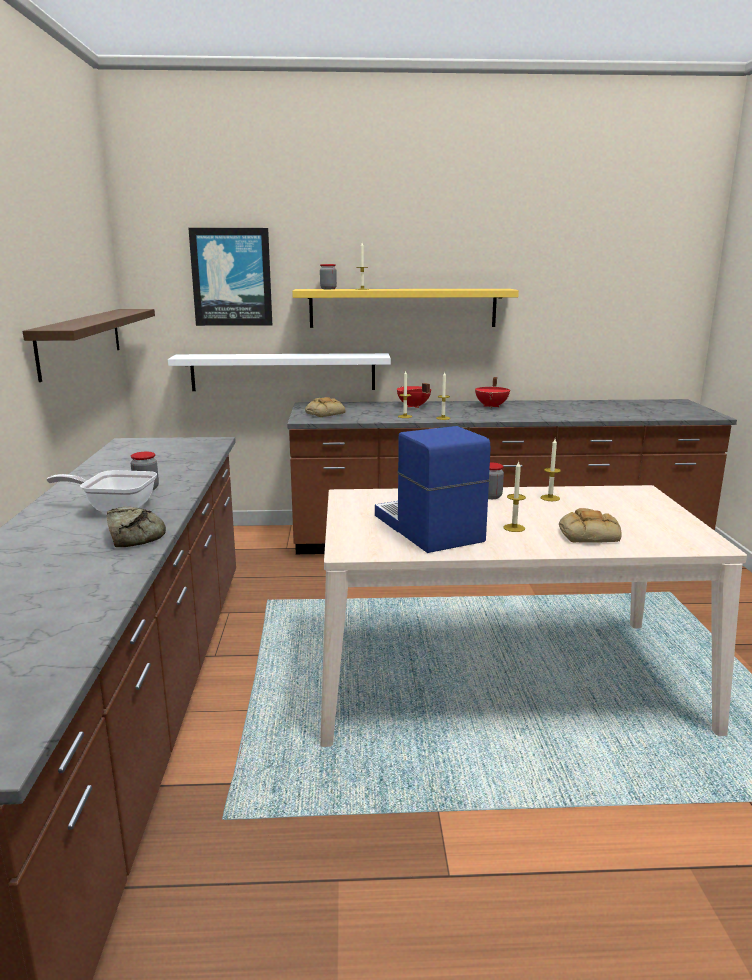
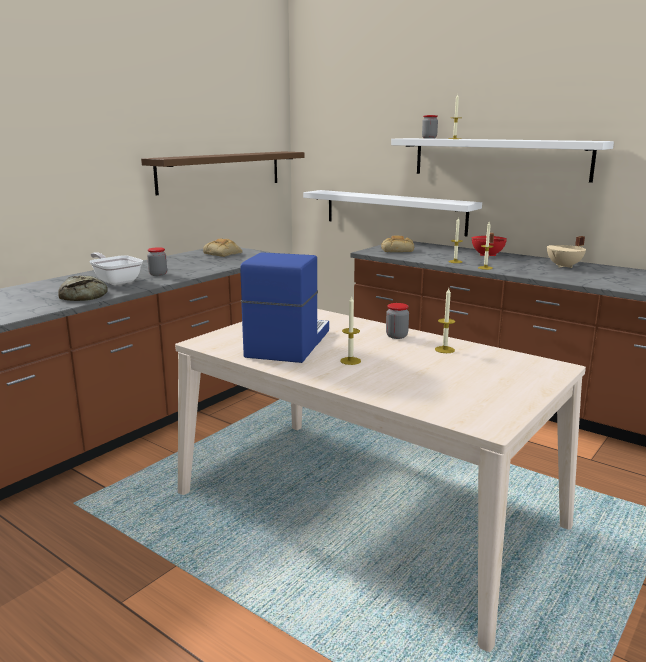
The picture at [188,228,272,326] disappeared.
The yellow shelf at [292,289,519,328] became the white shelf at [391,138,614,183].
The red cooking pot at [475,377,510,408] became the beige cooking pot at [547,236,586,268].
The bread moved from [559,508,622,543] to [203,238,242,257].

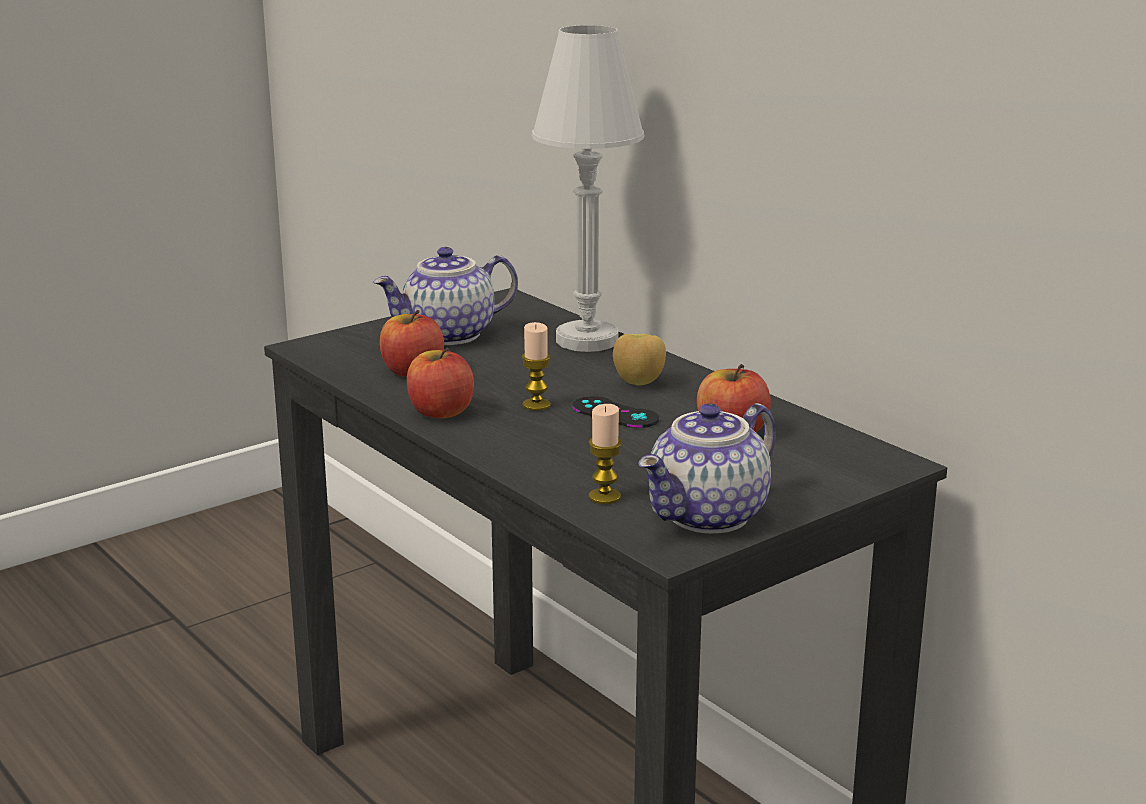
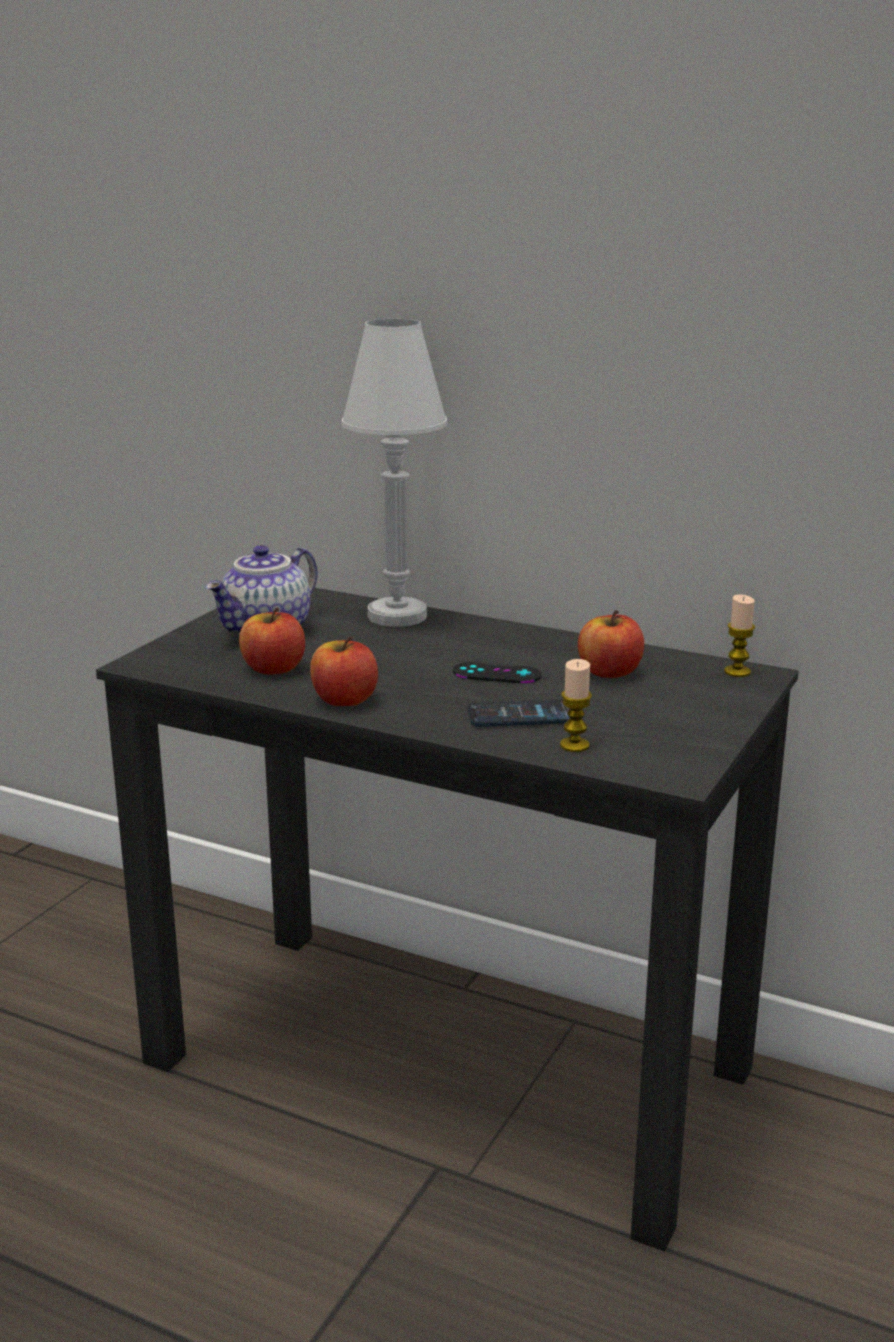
The candle moved from [521,322,551,411] to [724,595,755,677].
The apple at [613,334,666,386] disappeared.
The teapot at [638,403,776,534] disappeared.
The phone at [468,700,570,727] appeared.

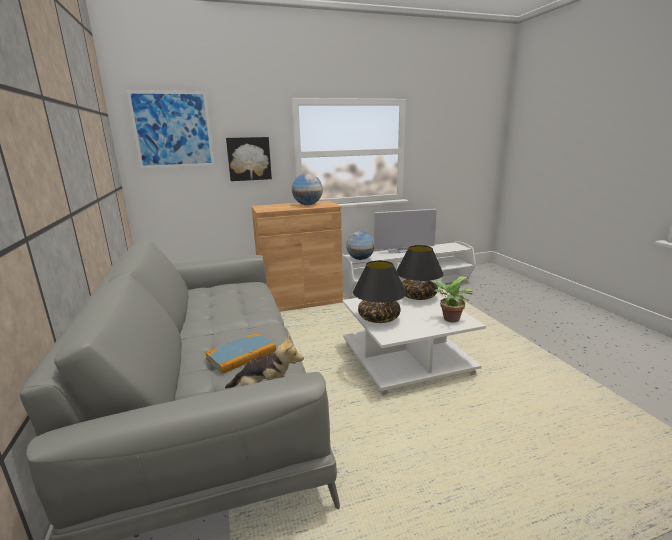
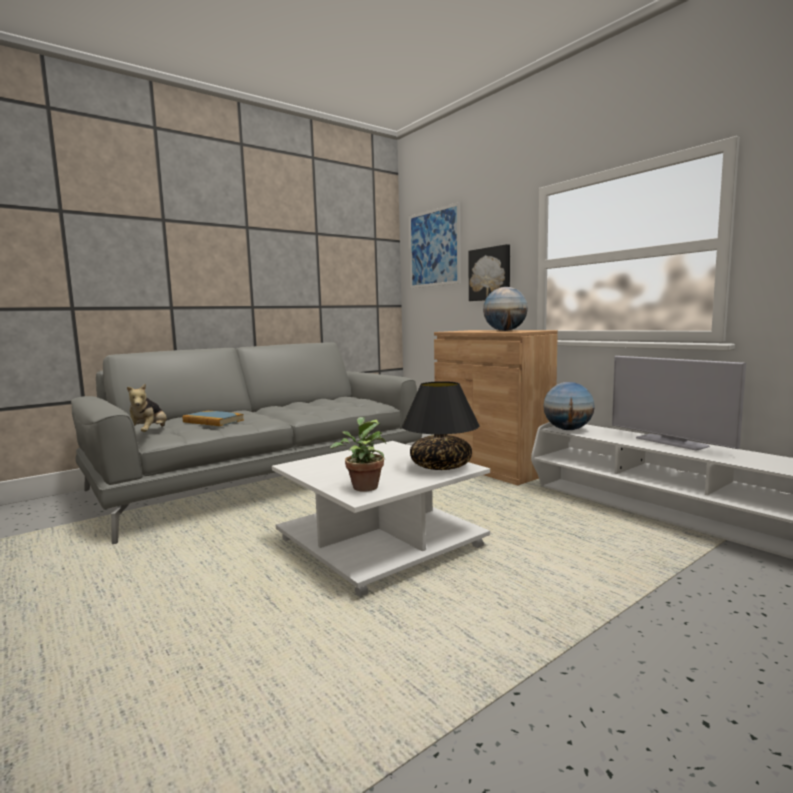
The black table lamp at [353,261,406,323] disappeared.

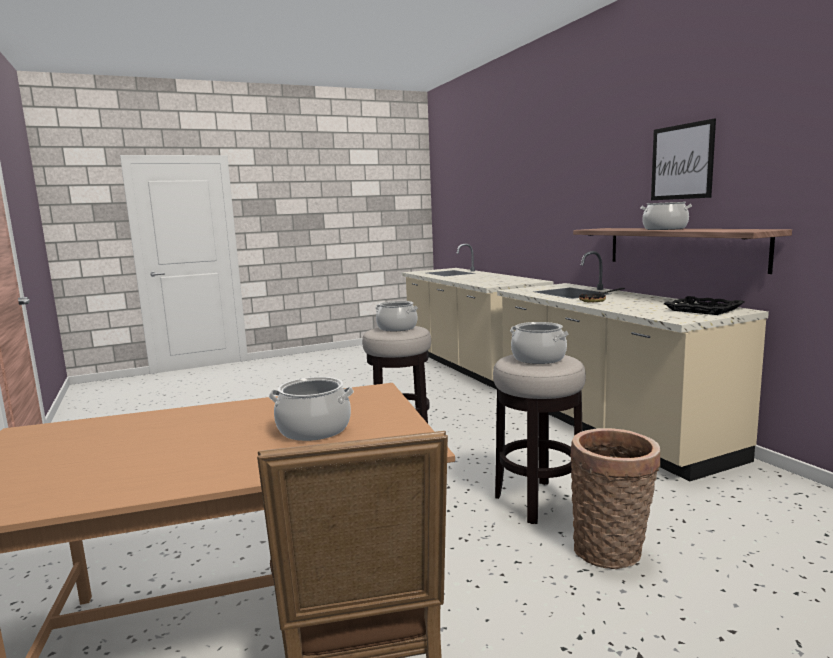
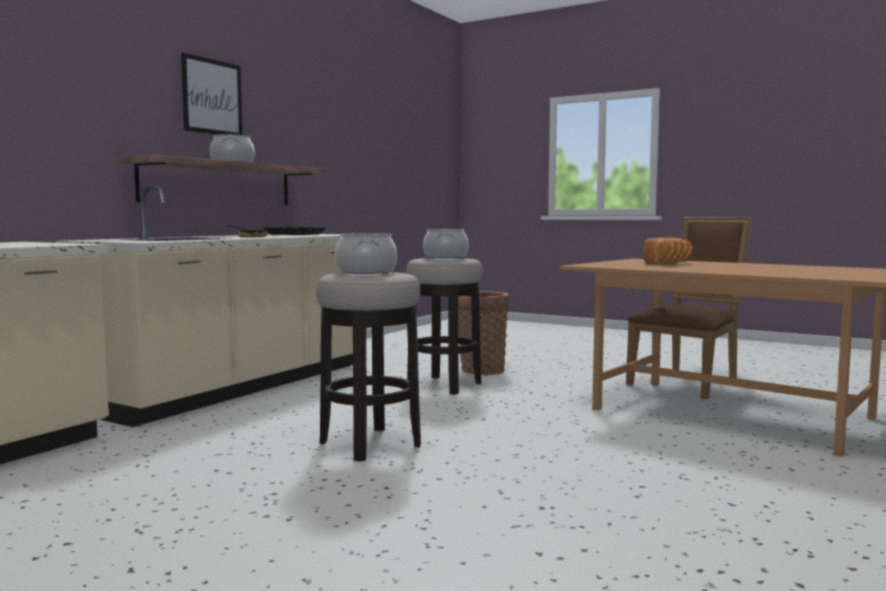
The cooking pot at [269,377,354,441] was replaced by the bread at [643,238,693,264].

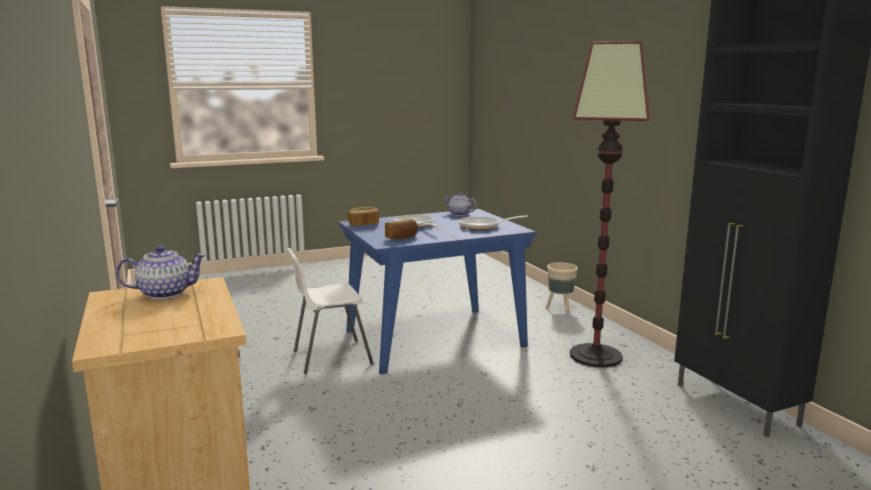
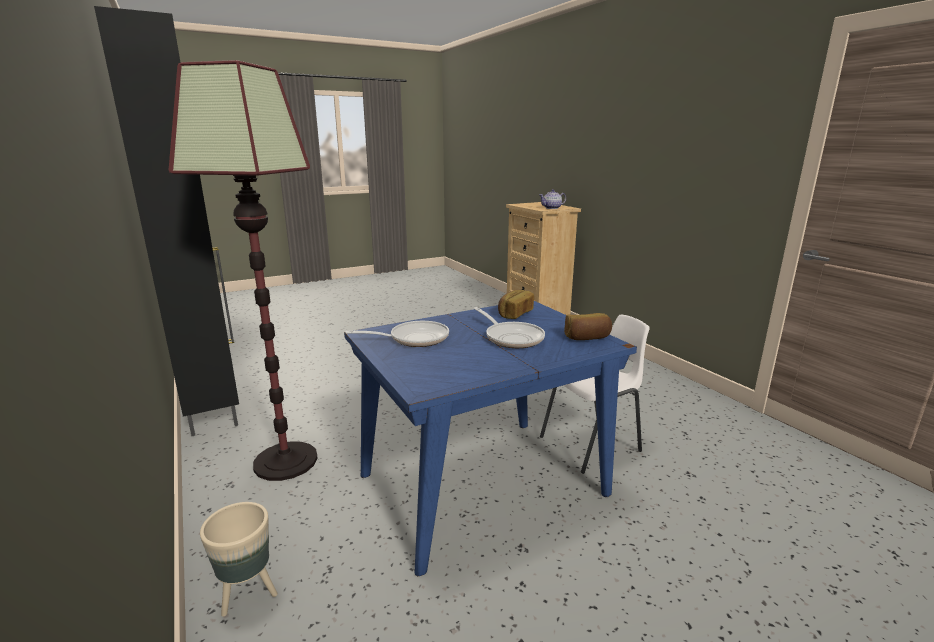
The teapot at [444,193,477,216] disappeared.

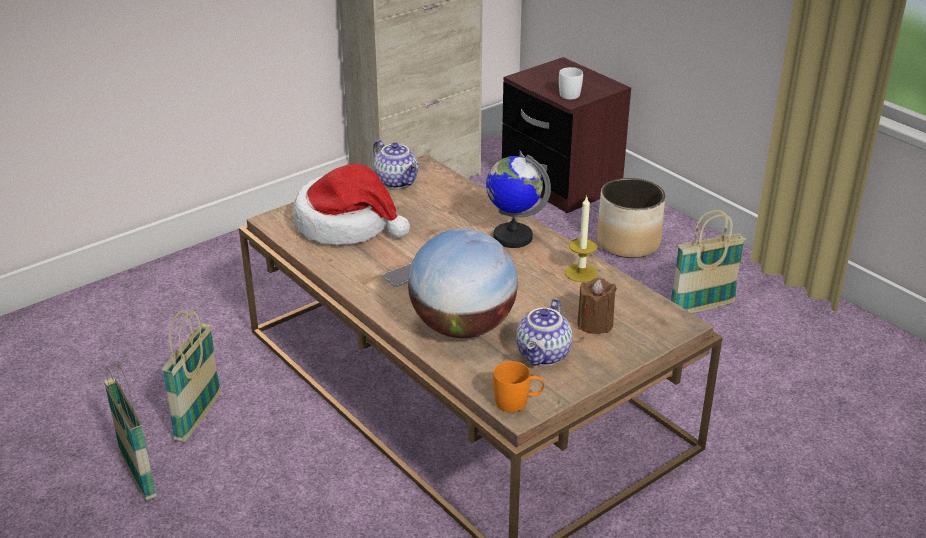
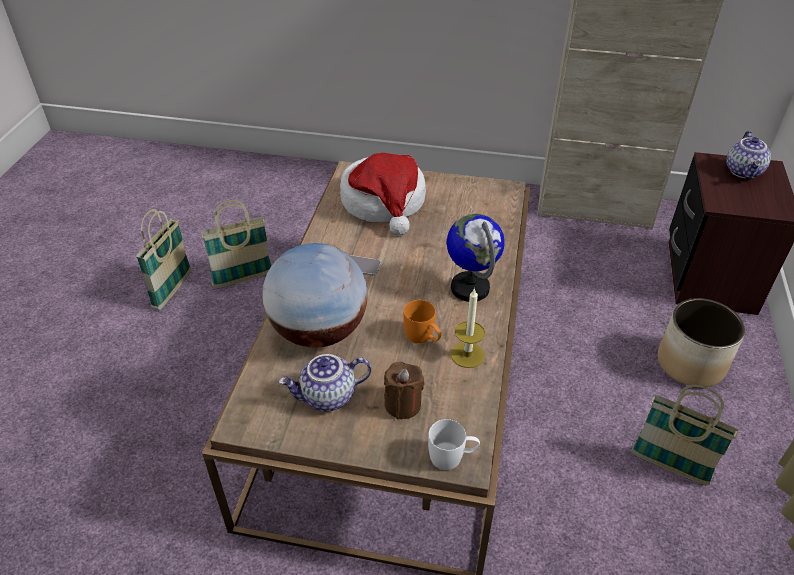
The white mug moved from [559,67,583,100] to [428,419,480,470].
The teapot moved from [373,140,419,189] to [726,131,771,179].
The orange mug moved from [493,361,545,412] to [403,300,441,343].

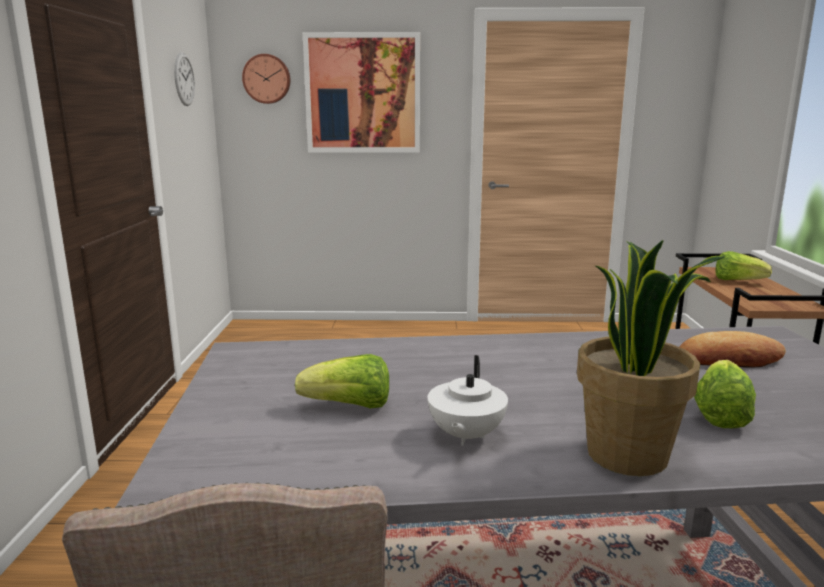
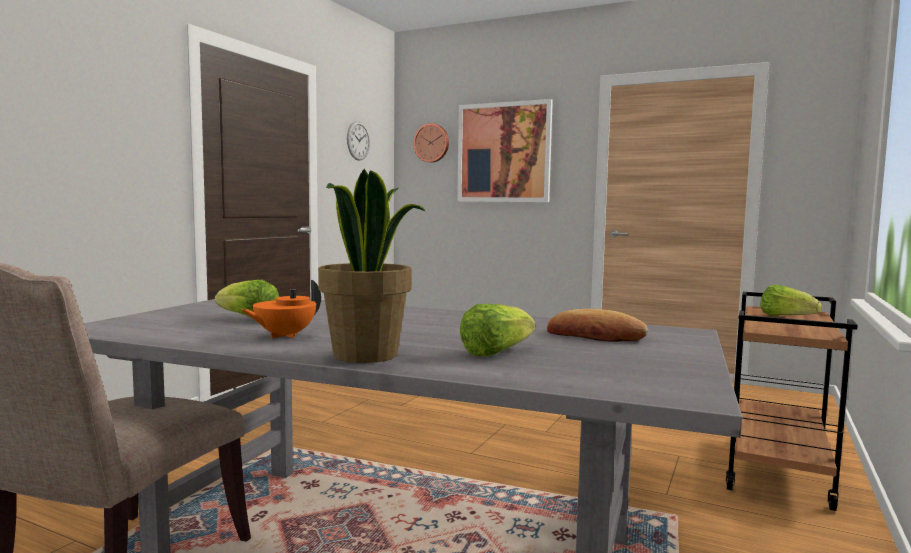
The white teapot at [427,355,508,446] became the orange teapot at [241,280,321,338].

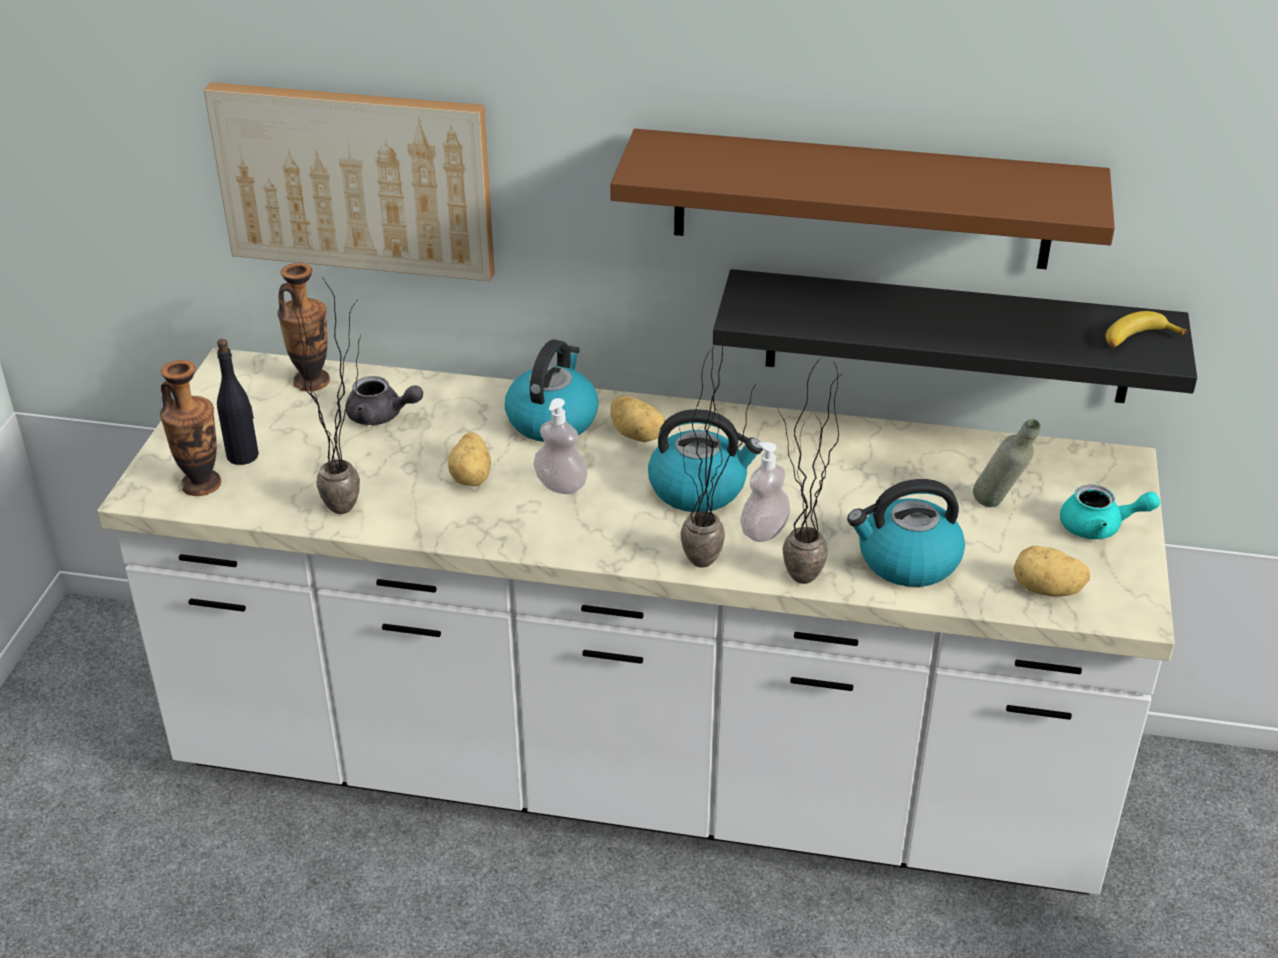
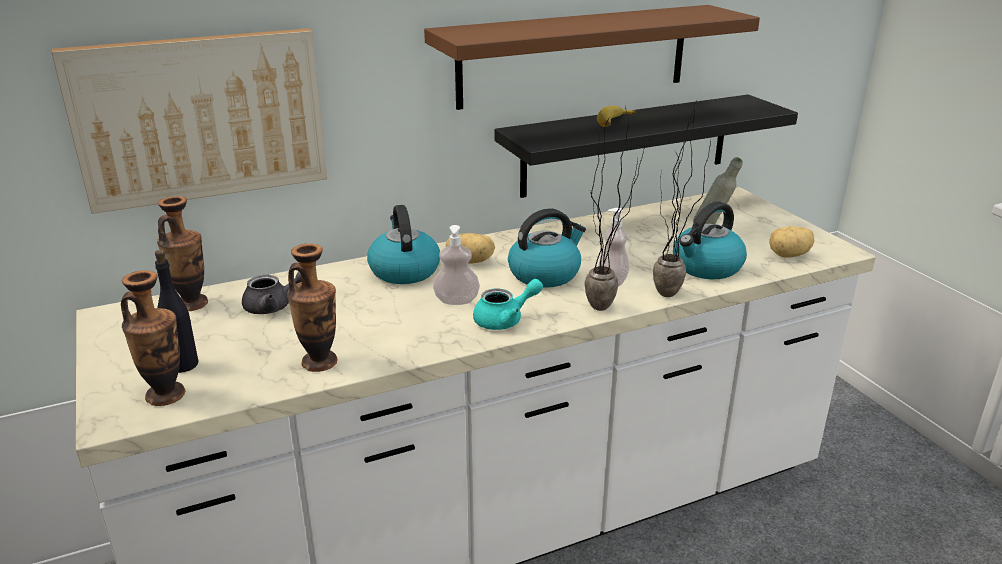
The potted plant at [295,277,361,514] was replaced by the vase at [287,244,338,372].
The banana moved from [1105,311,1187,348] to [597,106,636,127].
The potato at [448,432,491,486] disappeared.
The turquoise teapot moved from [1060,484,1160,539] to [473,279,543,330].

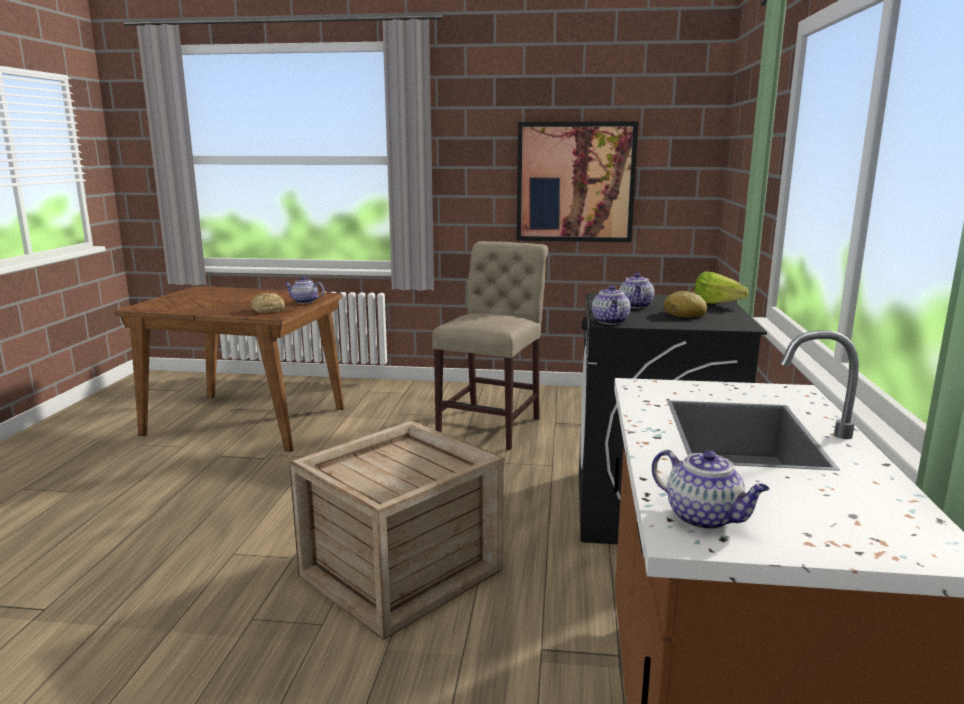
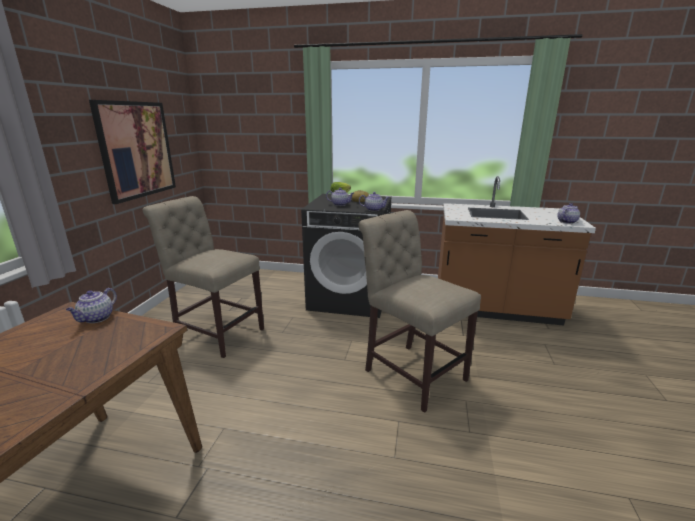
The bread at [251,293,285,313] disappeared.
The crate at [289,420,503,640] was replaced by the beige chair at [358,210,481,413].

